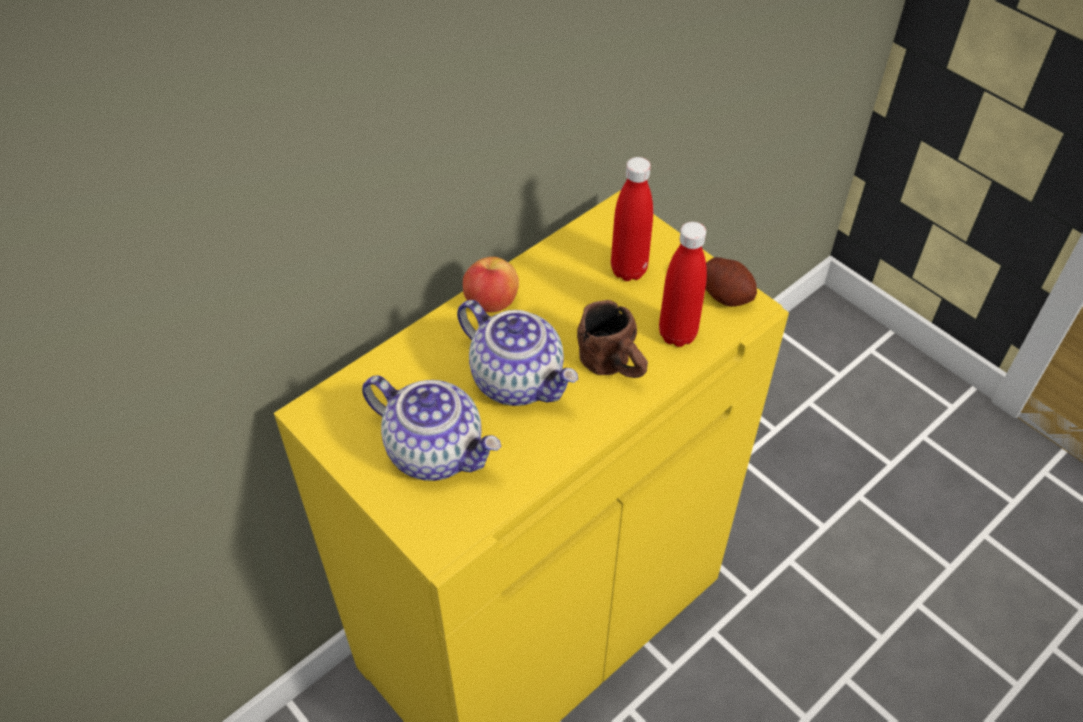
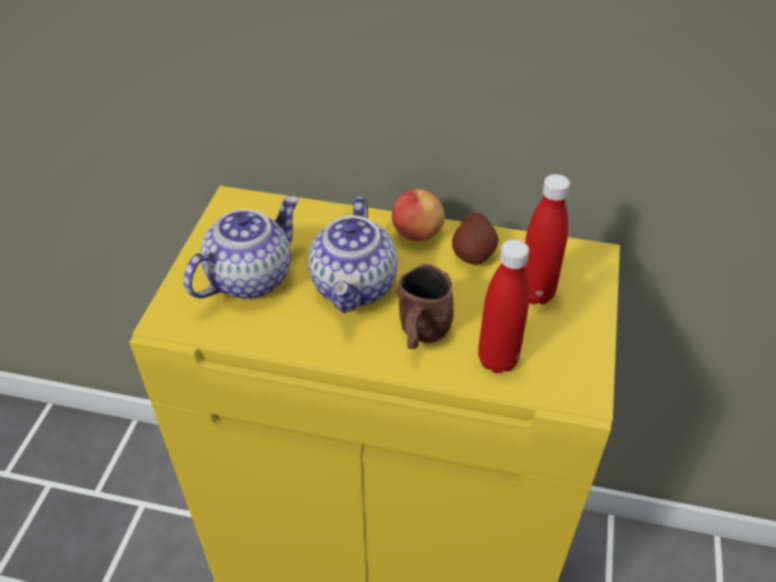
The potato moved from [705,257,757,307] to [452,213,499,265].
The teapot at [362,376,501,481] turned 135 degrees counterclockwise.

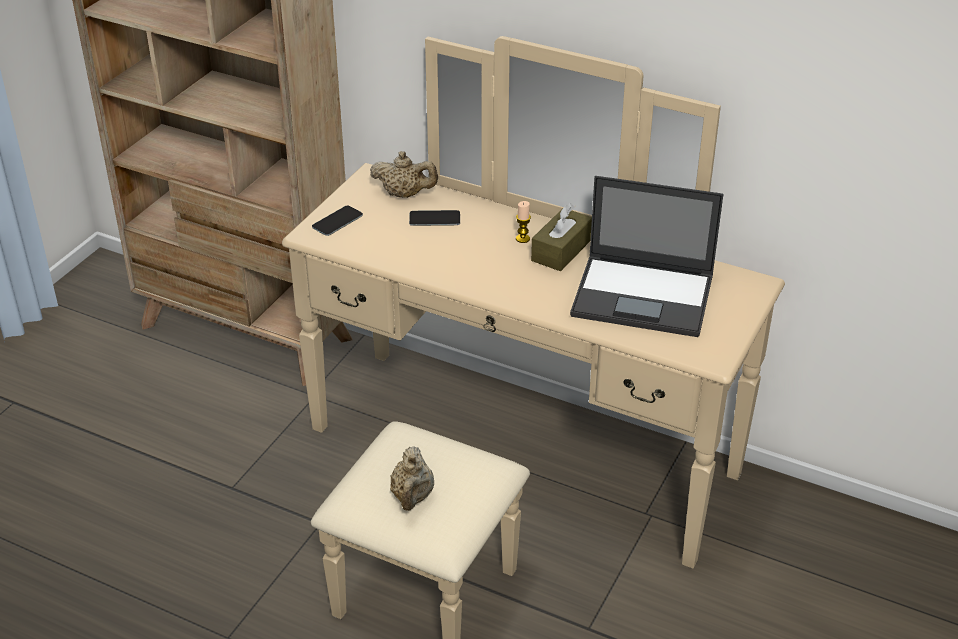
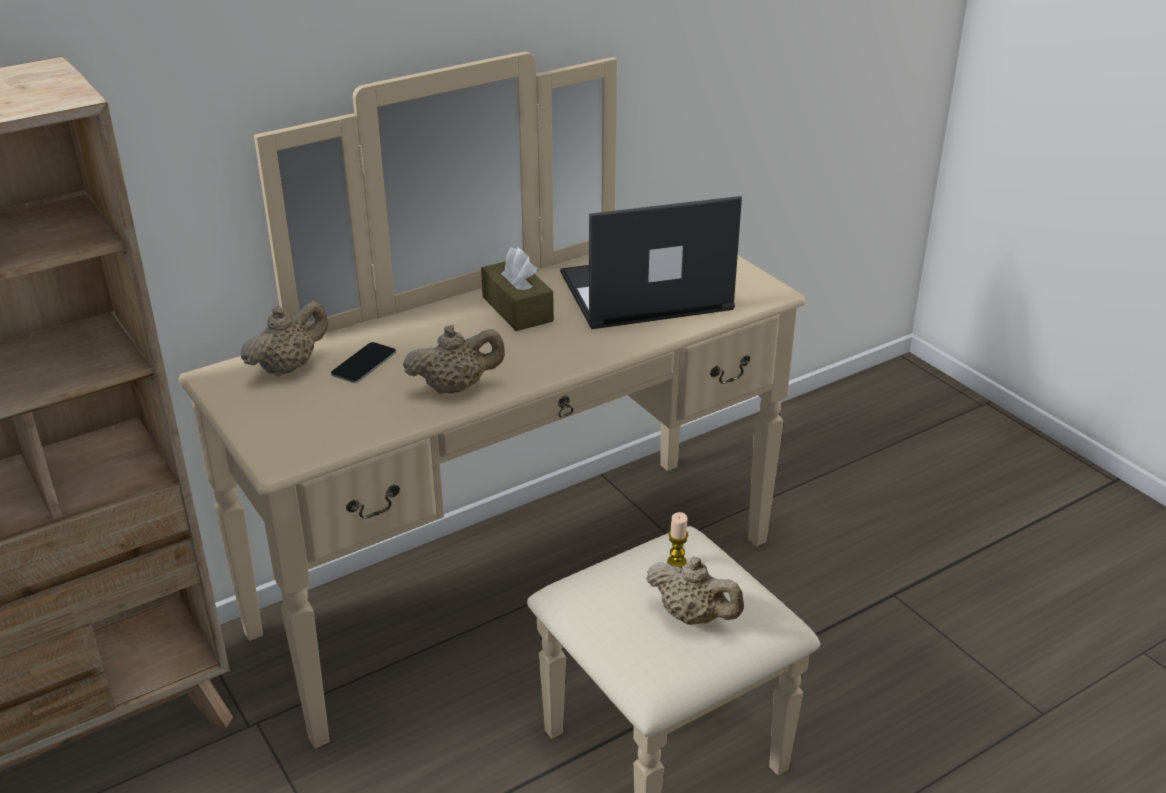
The laptop at [570,176,723,337] turned 150 degrees counterclockwise.
The candle moved from [516,201,531,243] to [667,512,688,568].
The phone at [312,206,363,236] disappeared.
The beige teapot at [403,325,505,394] appeared.

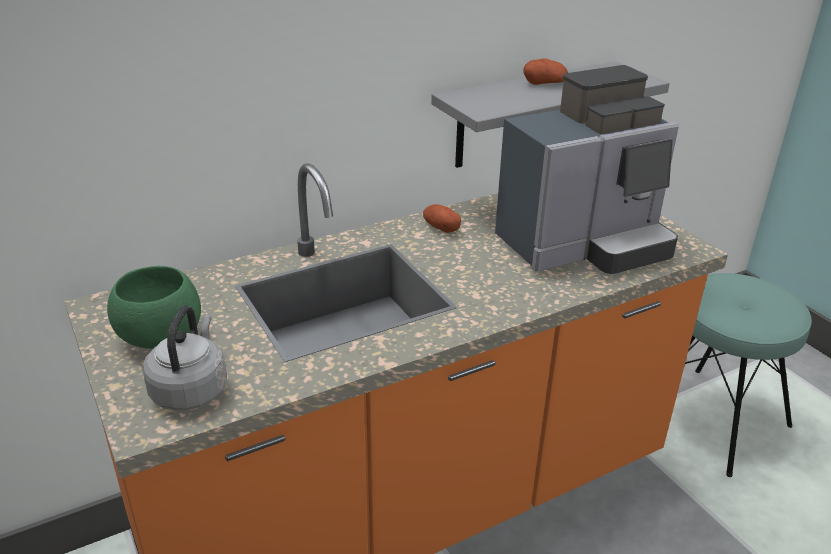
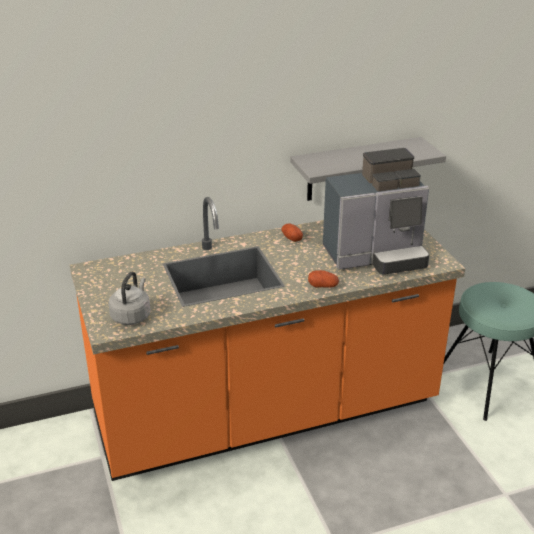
The potato moved from [523,59,568,85] to [308,270,339,288].
The green bowl at [107,266,201,349] disappeared.

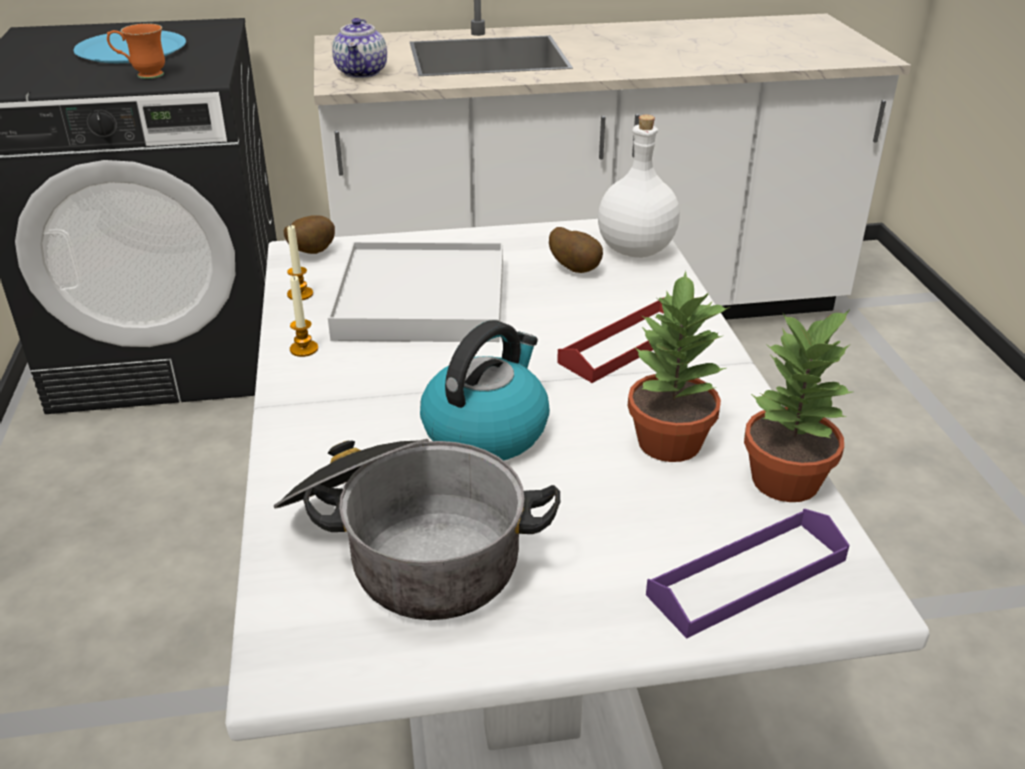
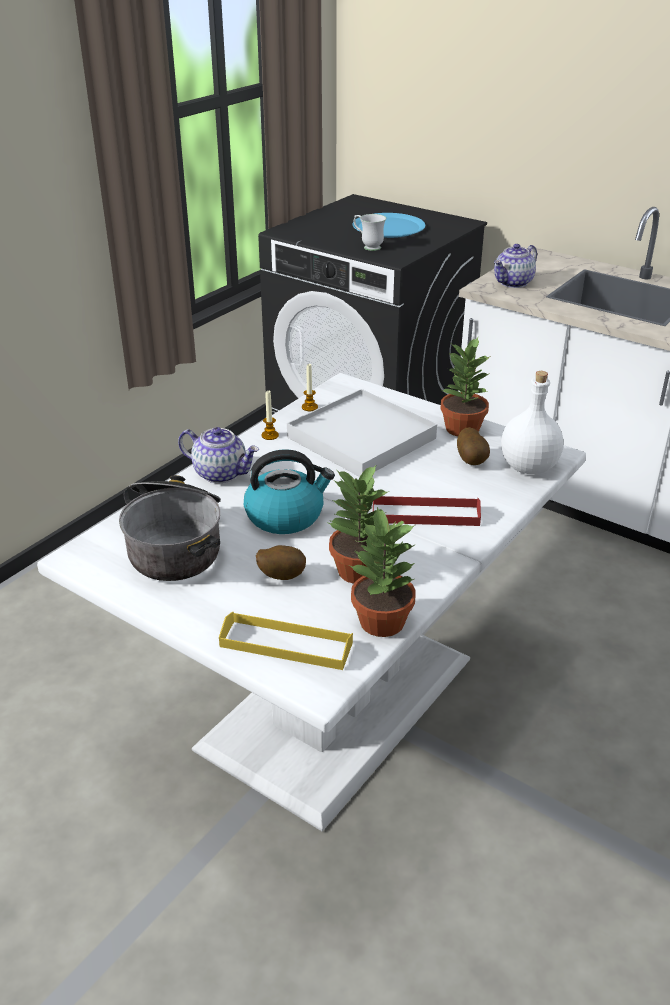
The orange mug at [107,23,165,79] became the white mug at [354,214,386,251].
The potato moved from [284,215,335,254] to [256,545,306,580].
The purple tray at [646,509,850,639] became the yellow tray at [219,611,353,670].
The potted plant at [440,337,490,436] appeared.
The teapot at [178,427,259,483] appeared.

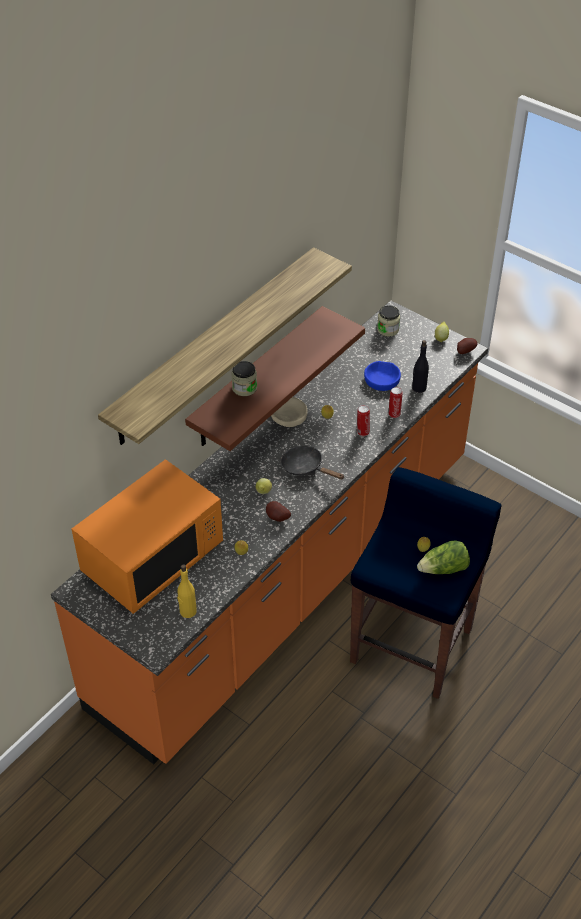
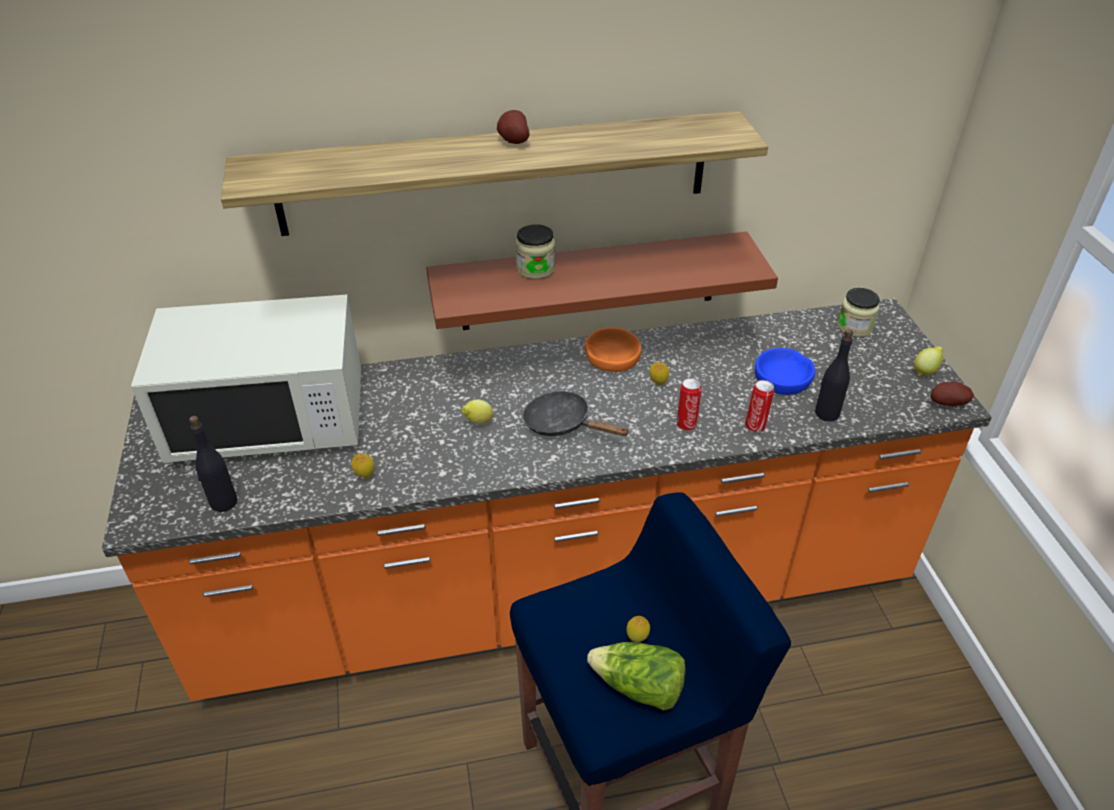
The beige bowl at [271,397,308,427] became the orange bowl at [584,328,641,372].
The black frying pan at [281,446,344,479] turned 45 degrees counterclockwise.
The orange microwave at [72,459,223,614] became the white microwave at [131,295,361,463].
The potato moved from [266,501,291,522] to [497,110,530,144].
The yellow bottle at [177,565,197,618] became the black bottle at [189,416,237,512].

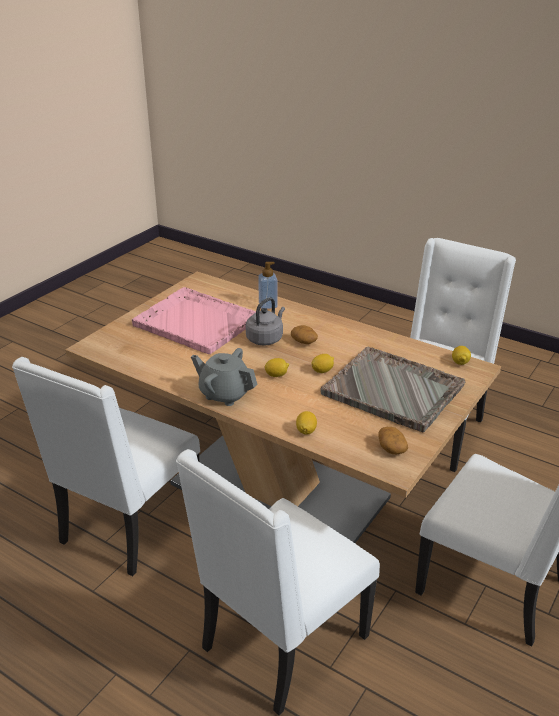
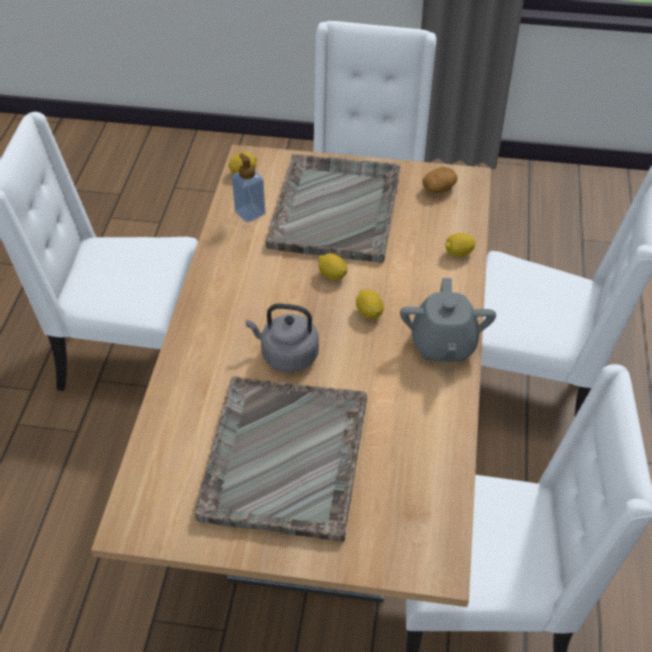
The soap dispenser moved from [258,262,277,309] to [232,153,265,223].
The pink tray at [132,287,256,354] became the grey tray at [195,376,367,541].
The potato at [291,325,318,344] disappeared.

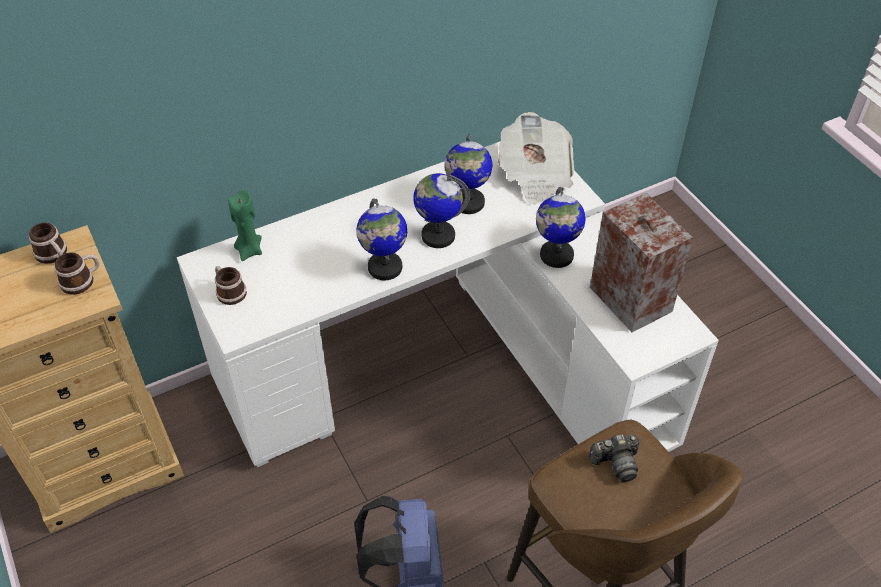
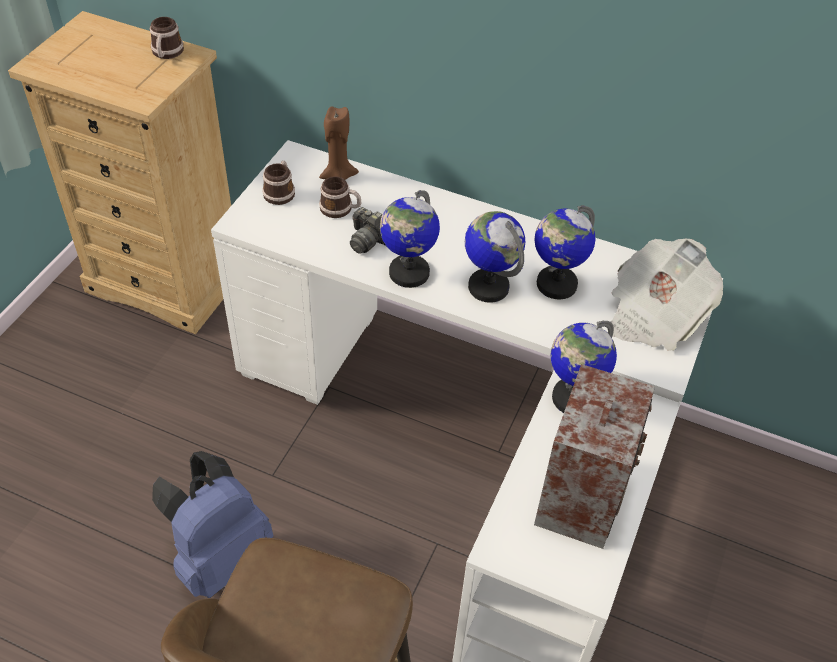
The green candle at [228,190,262,261] became the brown candle at [319,106,359,180].
The mug moved from [54,252,99,295] to [319,176,361,218].
The photo camera moved from [589,434,639,482] to [350,207,386,254].

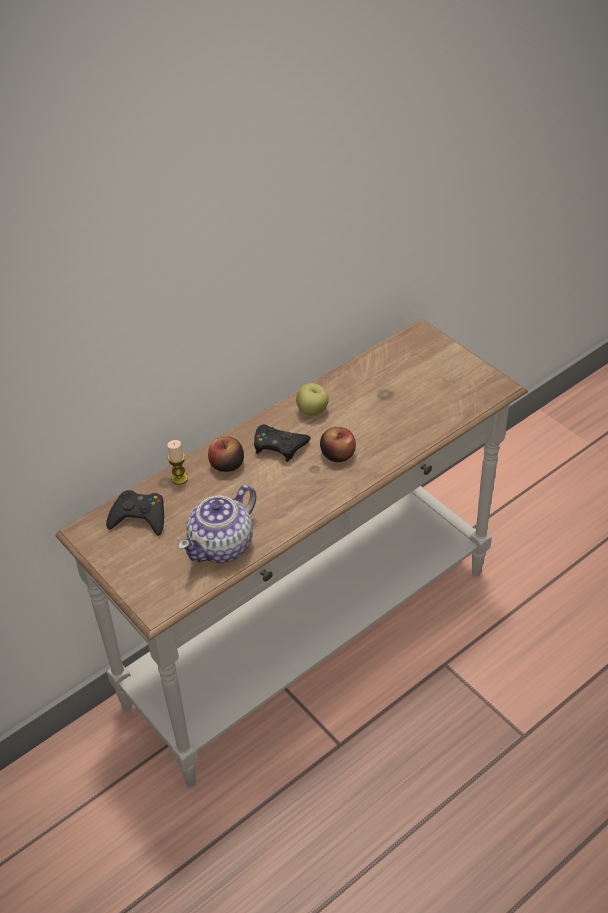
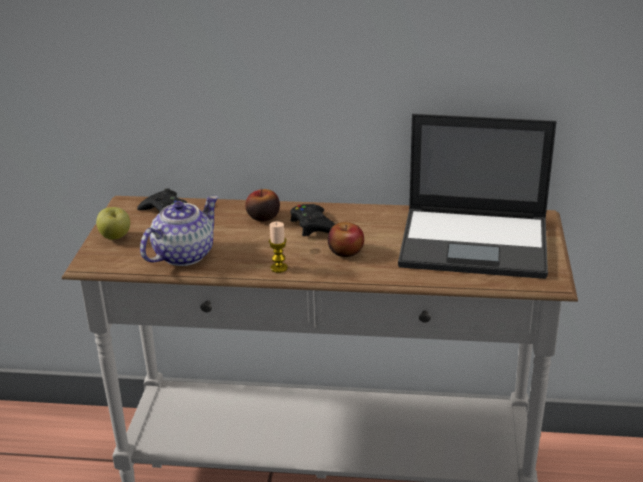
The apple moved from [296,383,329,415] to [96,207,130,240].
The candle moved from [167,440,188,485] to [269,221,288,273].
The teapot at [178,485,257,563] turned 135 degrees clockwise.
The laptop at [398,114,557,279] appeared.

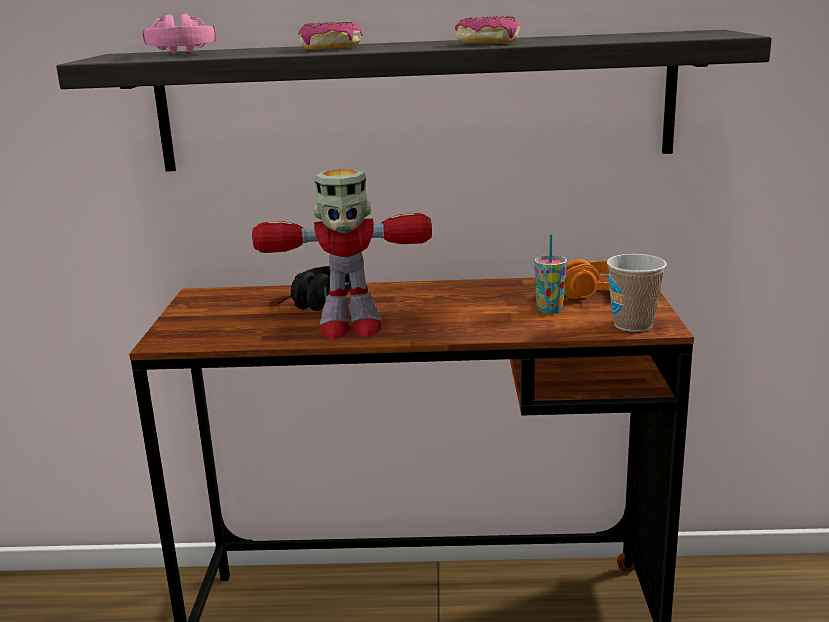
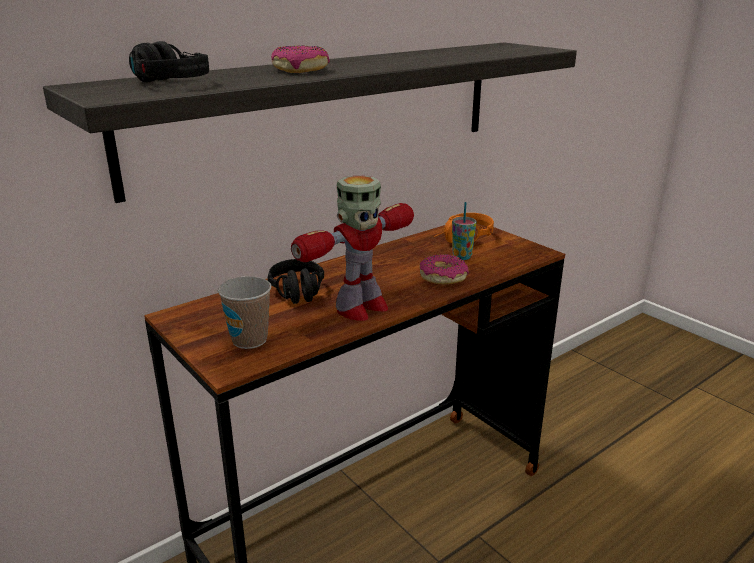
The pink headphones at [142,14,216,53] became the black headphones at [129,41,209,82].
The donut moved from [455,16,520,44] to [419,254,469,285].
The cup moved from [607,254,667,332] to [218,276,271,349].

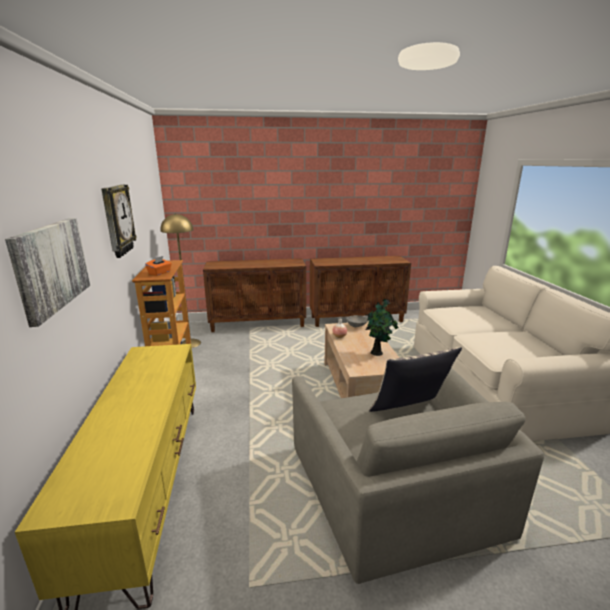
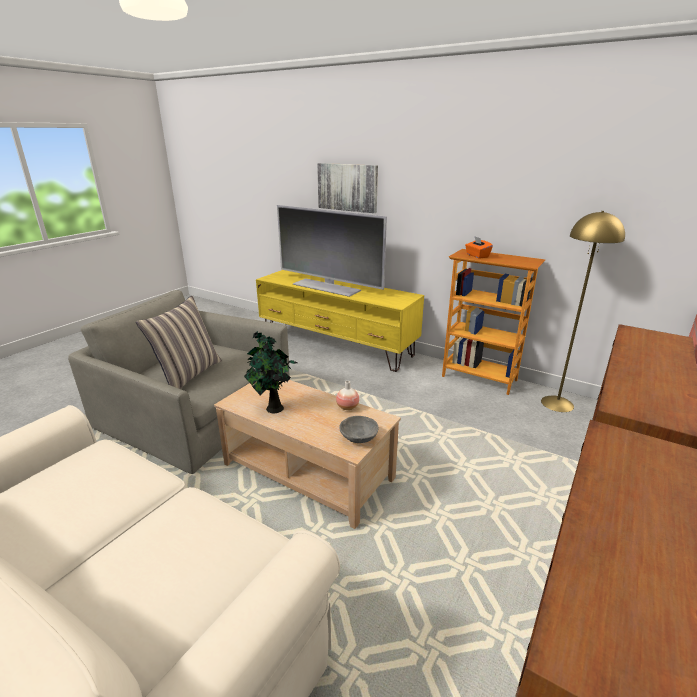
The wall clock at [101,185,137,258] disappeared.
The television at [277,205,387,297] appeared.

